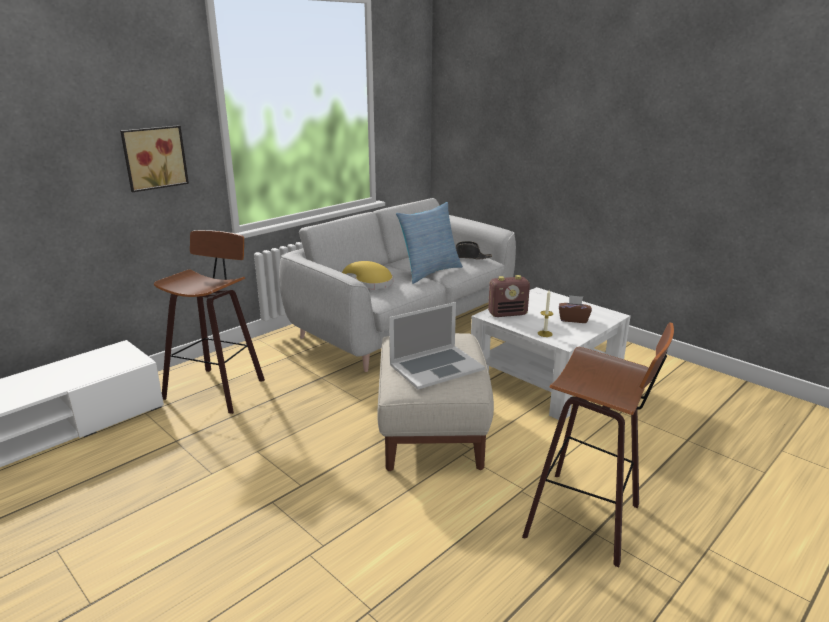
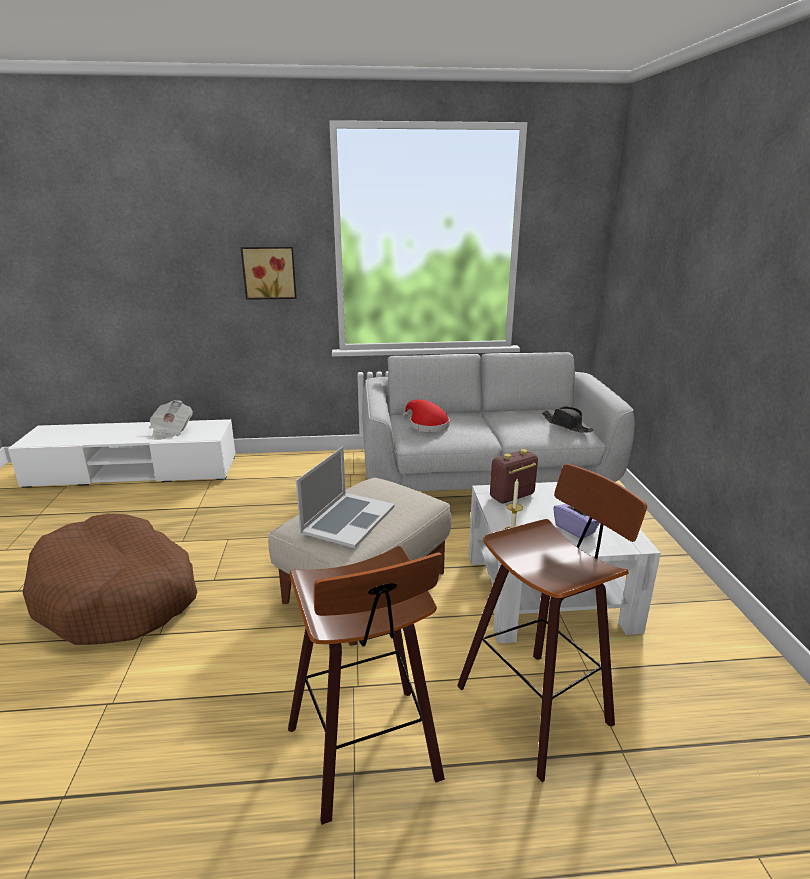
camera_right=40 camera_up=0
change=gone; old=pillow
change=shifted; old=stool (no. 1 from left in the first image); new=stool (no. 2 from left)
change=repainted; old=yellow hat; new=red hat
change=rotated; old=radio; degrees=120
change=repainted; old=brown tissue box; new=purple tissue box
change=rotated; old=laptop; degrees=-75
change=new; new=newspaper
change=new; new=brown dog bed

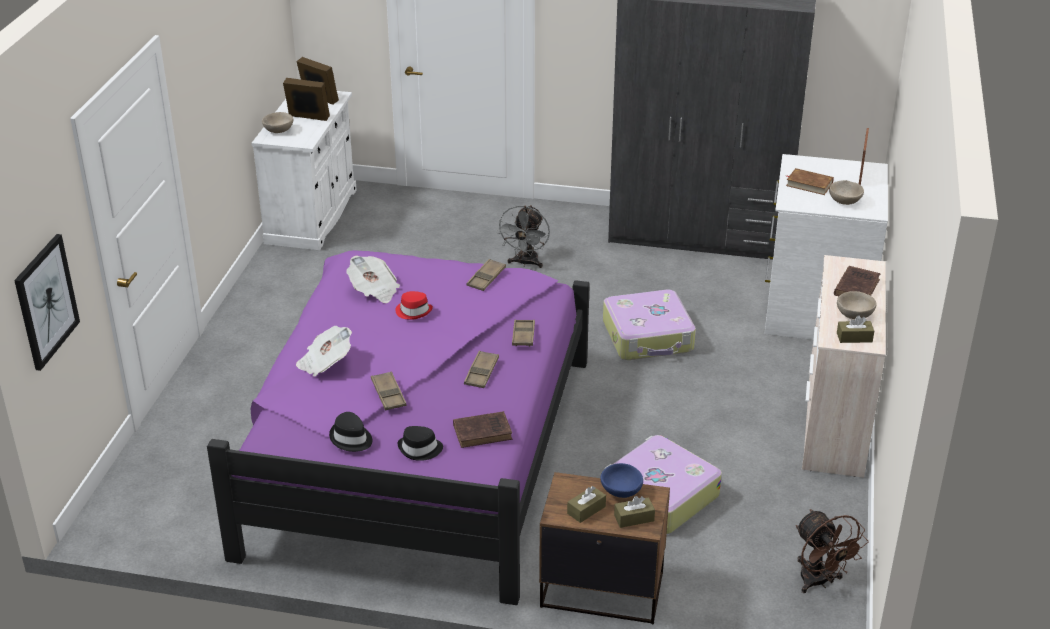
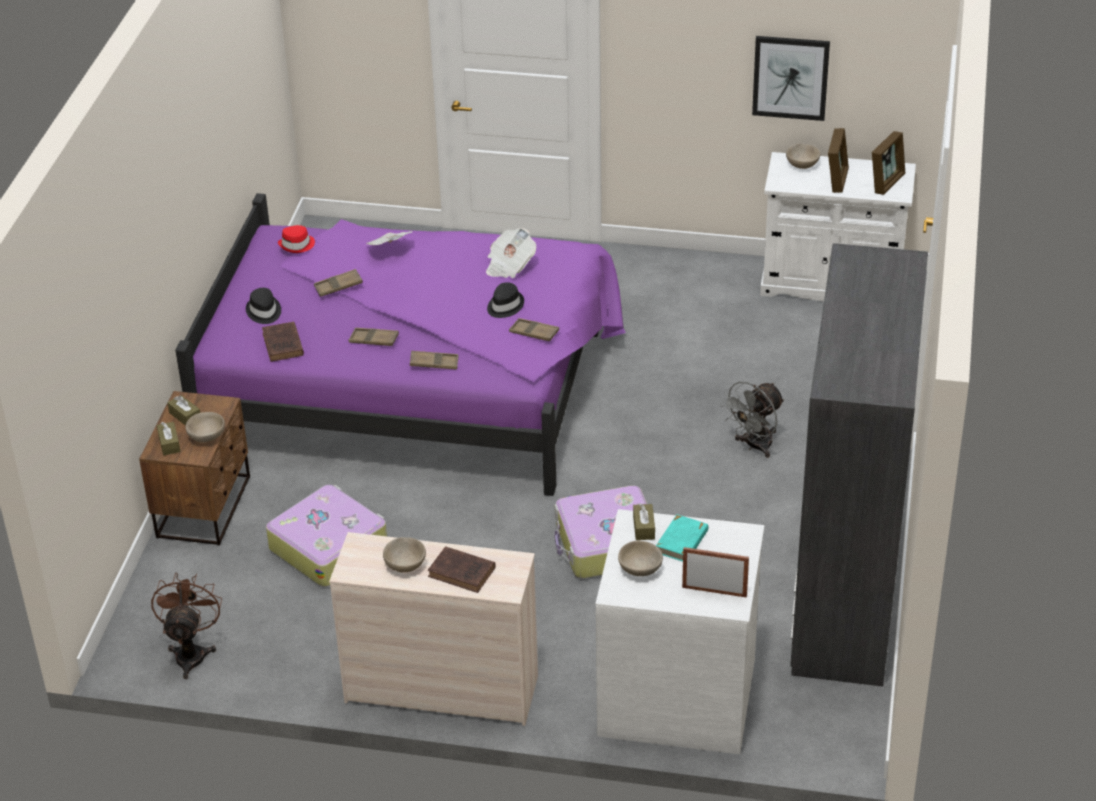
camera_right=90 camera_up=5
change=repainted; old=brown book (no. 2 from left); new=turquoise book
change=rotated; old=grey fan; degrees=-60
change=shifted; old=picture
change=shifted; old=red hat
change=shifted; old=brown tissue box (no. 3 from left)
change=shifted; old=black hat (no. 1 from left in the first image); new=black hat (no. 2 from left)
change=repainted; old=blue bowl; new=beige bowl (no. 1 from left)
change=rotated; old=brown fan; degrees=120

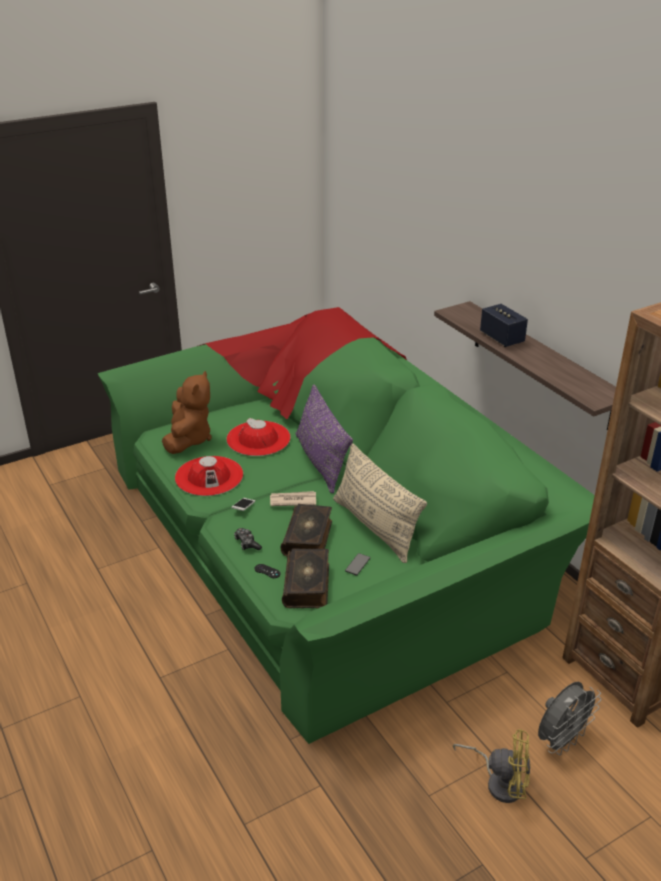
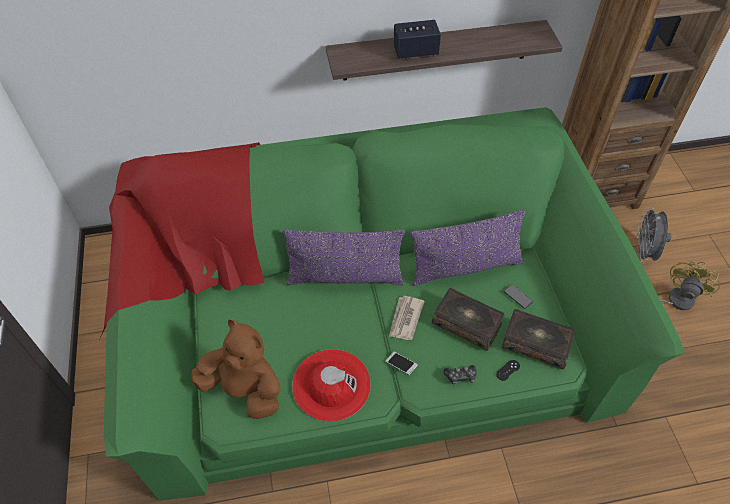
camera_right=-70 camera_up=20
change=gone; old=red hat (no. 2 from left)
change=repainted; old=beige pillow; new=purple pillow (no. 2 from left)
change=rotated; old=grey fan; degrees=-150

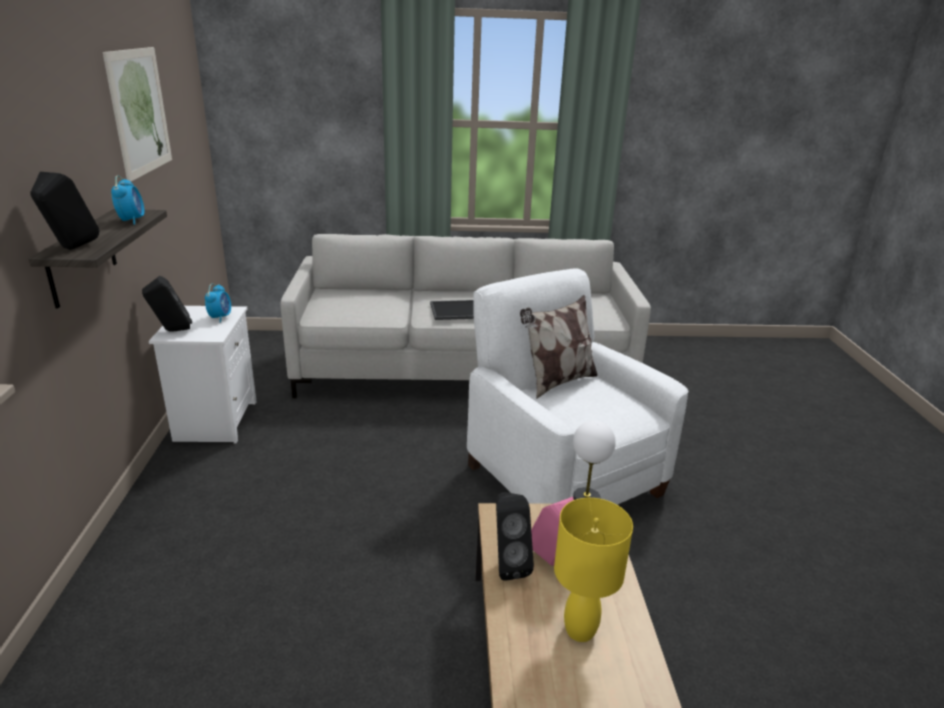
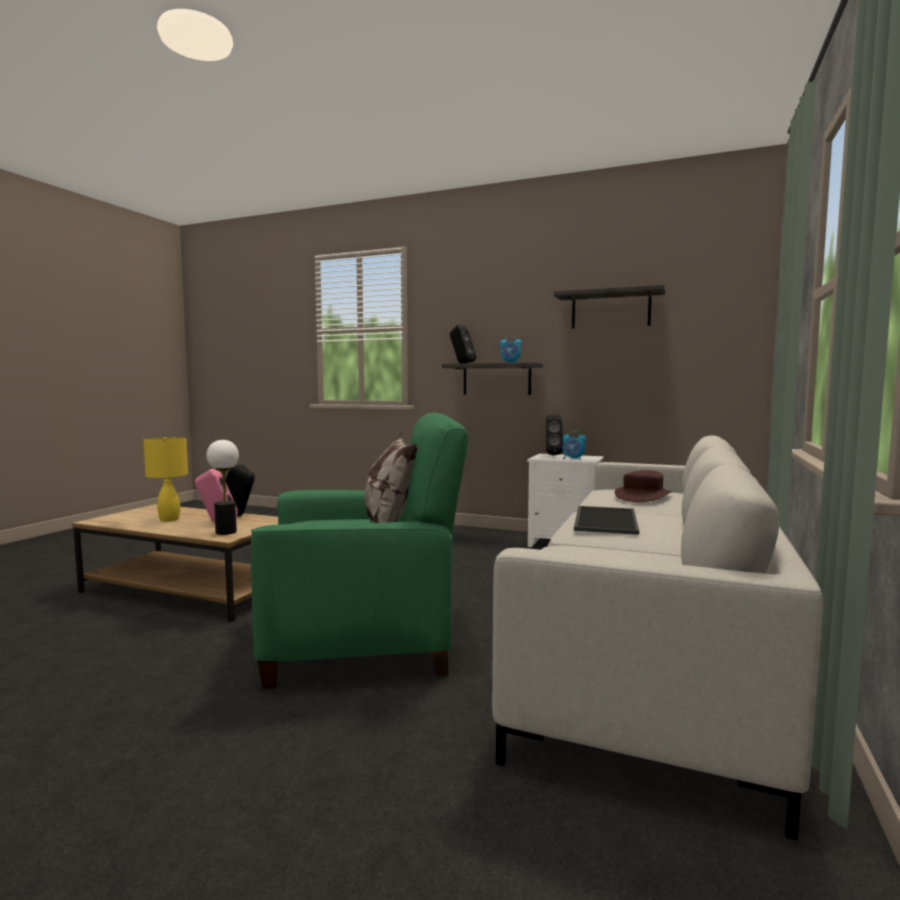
camera_right=115 camera_up=-20
change=swapped; old=picture; new=shelf (no. 2 from left)
change=repainted; old=white armchair; new=green armchair
change=new; new=brown hat

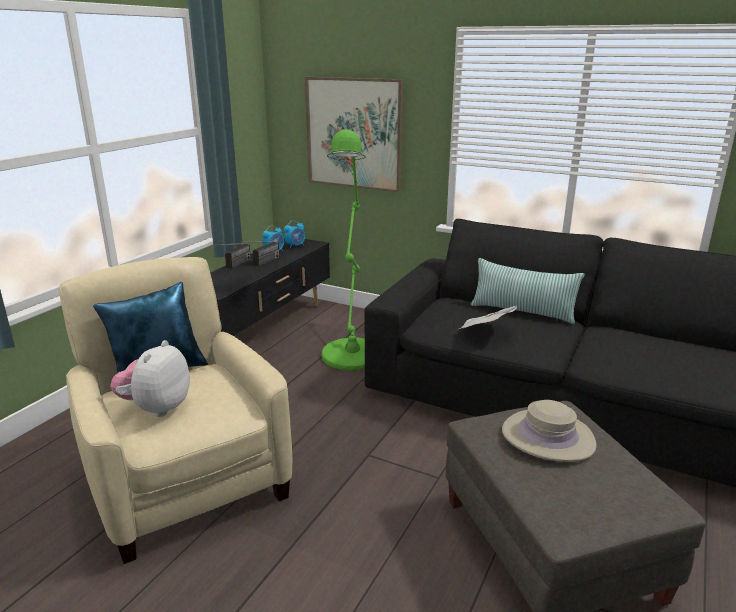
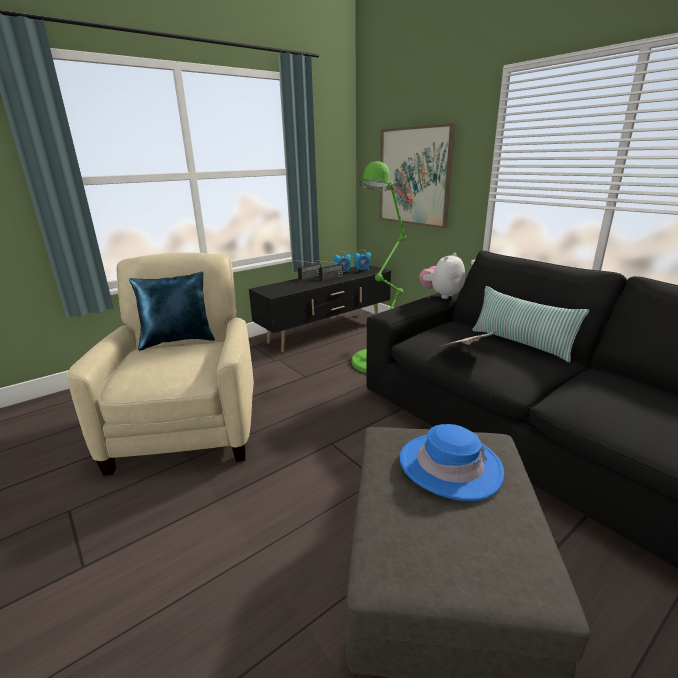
camera_right=25 camera_up=0
change=shifted; old=plush toy
change=repainted; old=beige hat; new=blue hat

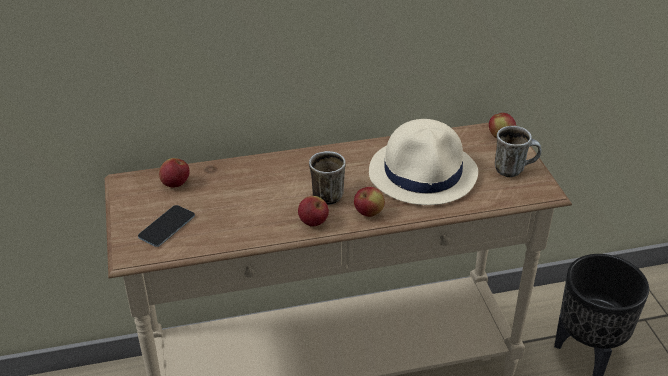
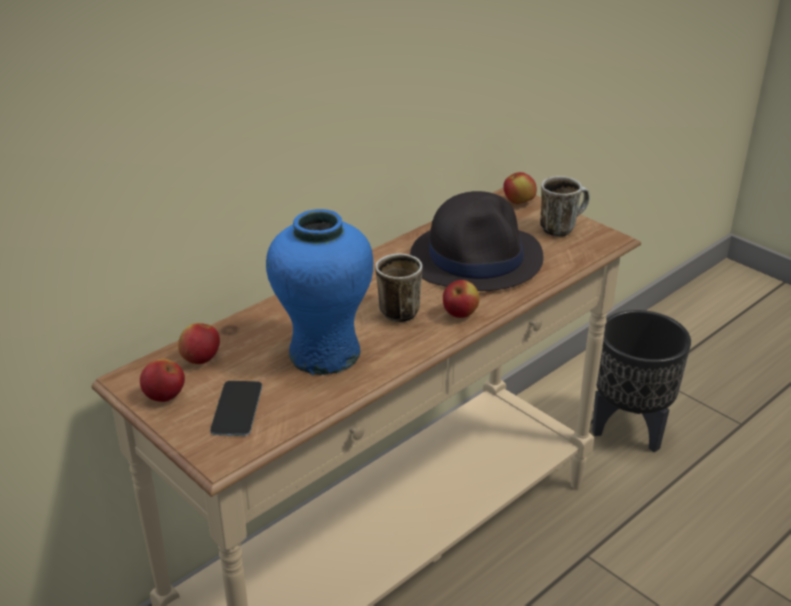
camera_right=-30 camera_up=-5
change=repainted; old=beige hat; new=black hat
change=shifted; old=apple (no. 2 from left in the first image); new=apple (no. 1 from left)
change=new; new=blue vase

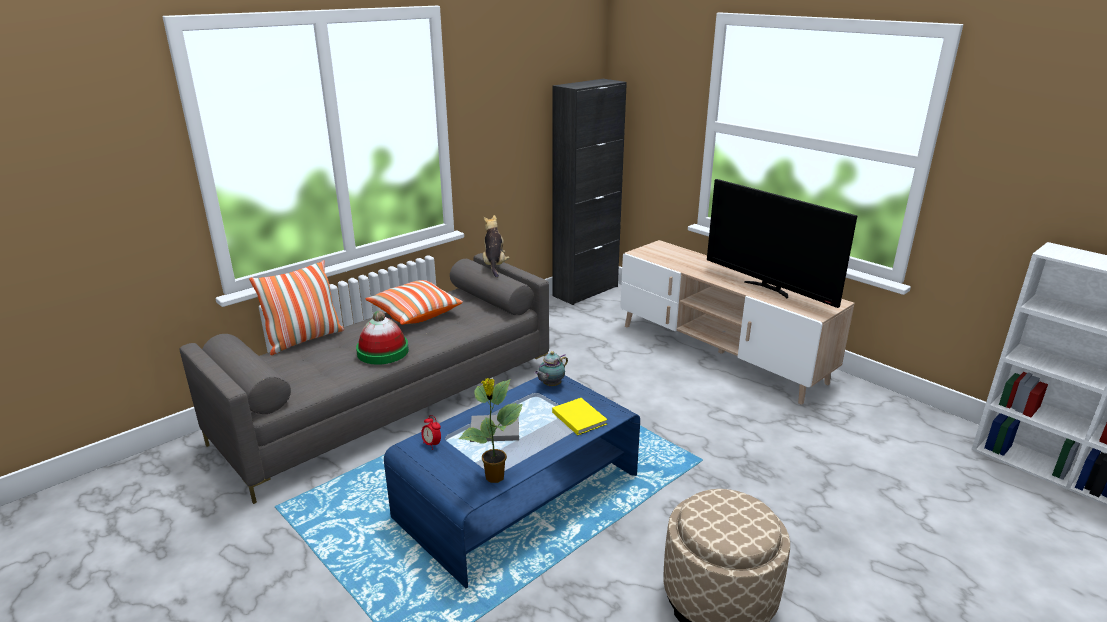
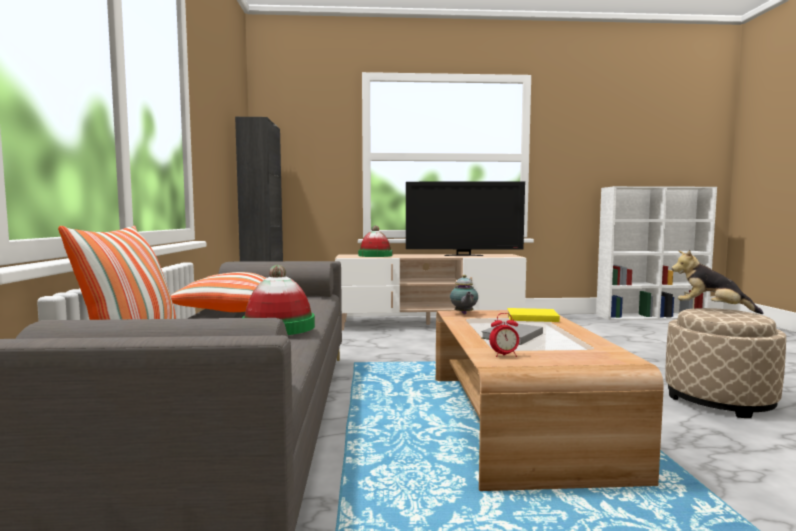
camera_right=-50 camera_up=-20
change=shifted; old=plush toy
change=repainted; old=blue coffee table; new=brown coffee table
change=gone; old=potted plant
change=new; new=hat (no. 2 from left)

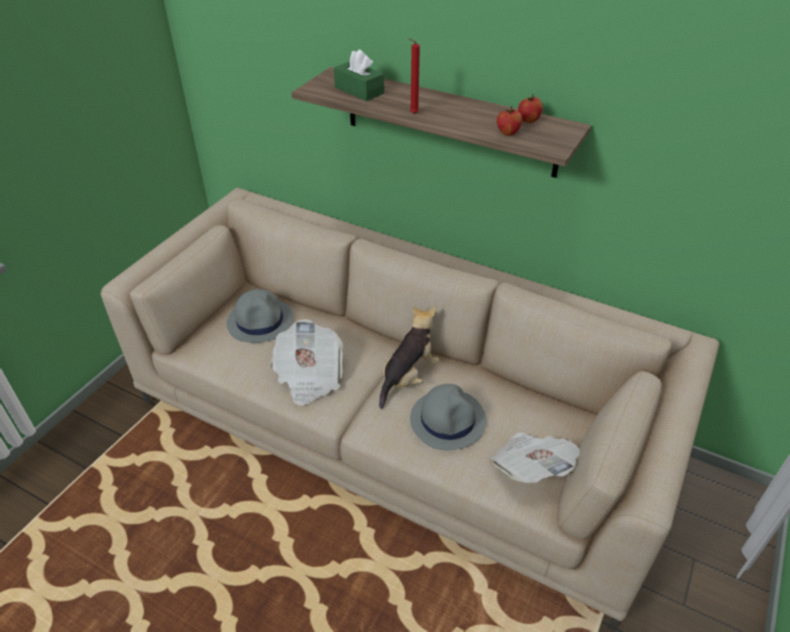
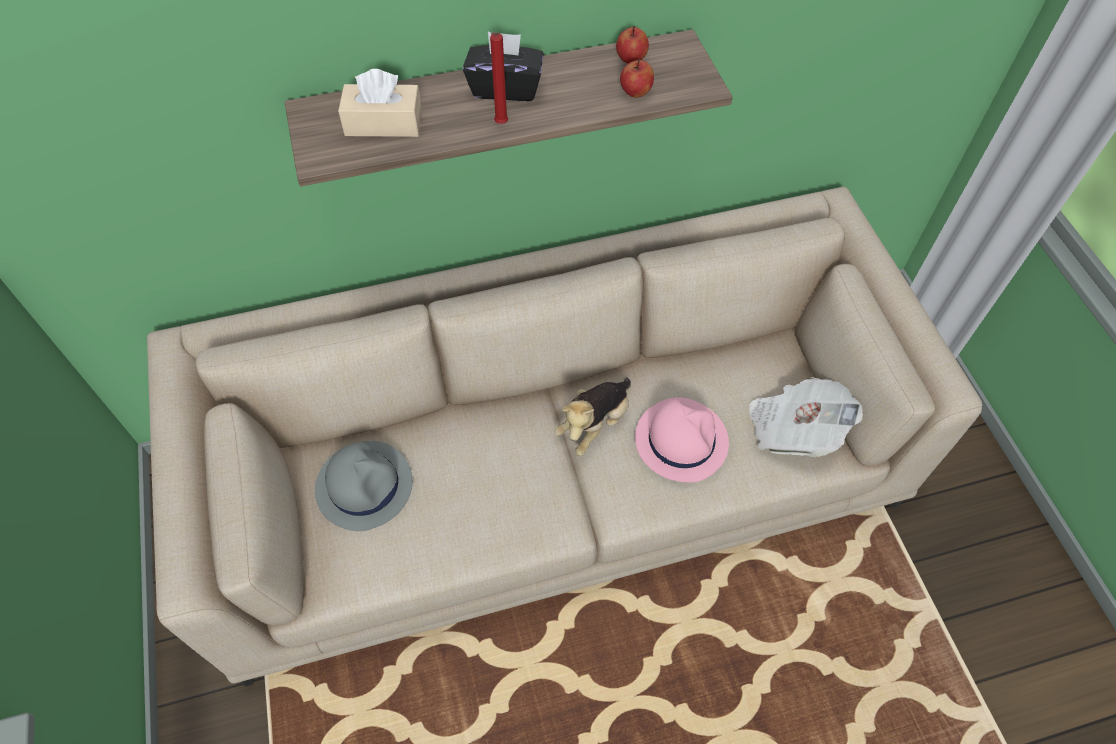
camera_right=-45 camera_up=15
change=repainted; old=green tissue box; new=beige tissue box
change=rotated; old=plush toy; degrees=-135
change=gone; old=newspaper (no. 1 from left)
change=repainted; old=grey hat (no. 2 from left); new=pink hat
change=new; new=black tissue box

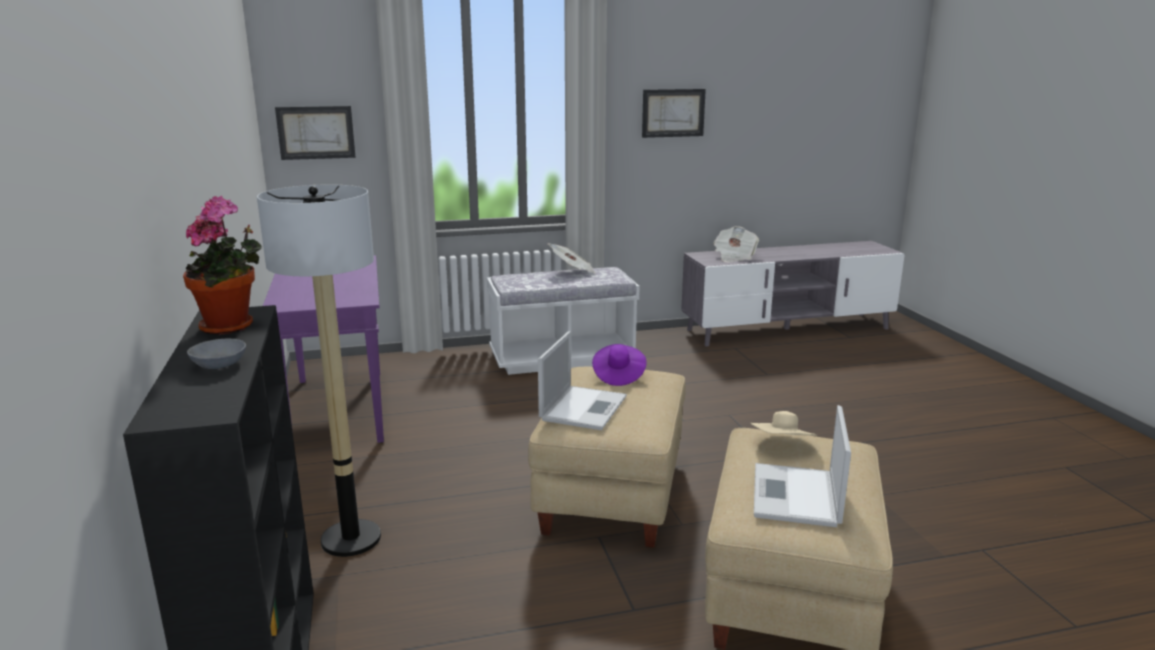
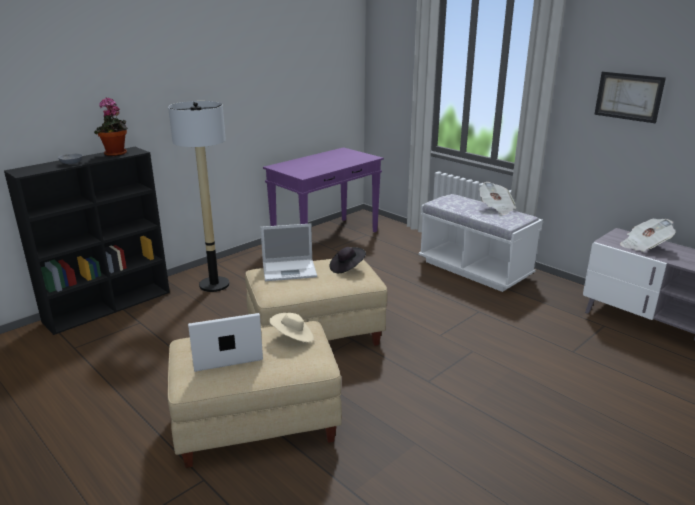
camera_right=60 camera_up=5
change=gone; old=picture (no. 1 from left)
change=repainted; old=purple hat; new=black hat

